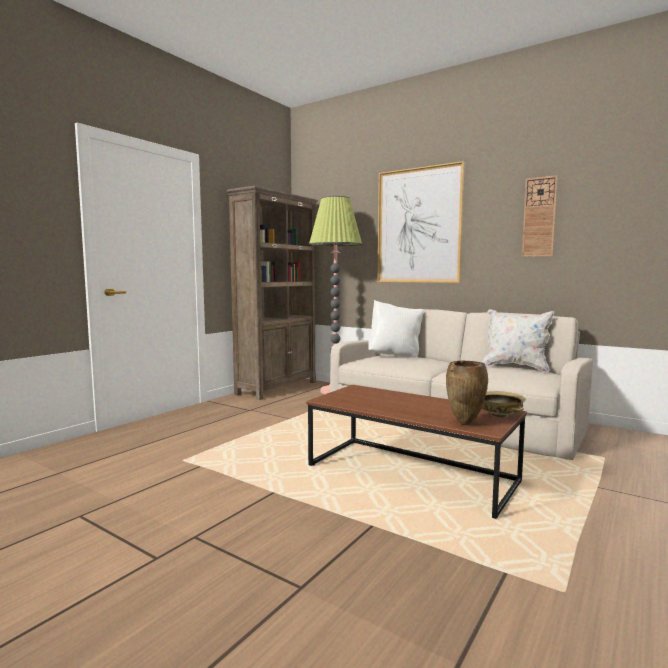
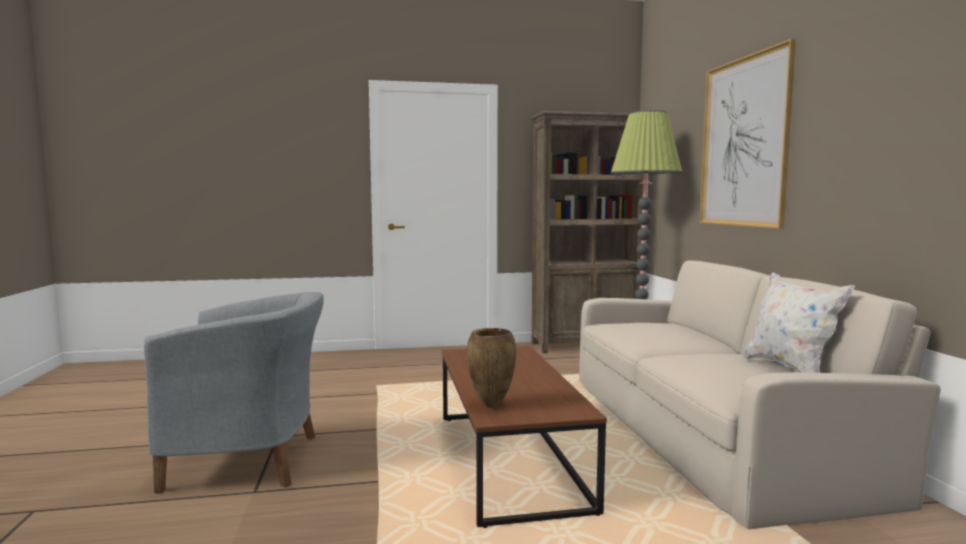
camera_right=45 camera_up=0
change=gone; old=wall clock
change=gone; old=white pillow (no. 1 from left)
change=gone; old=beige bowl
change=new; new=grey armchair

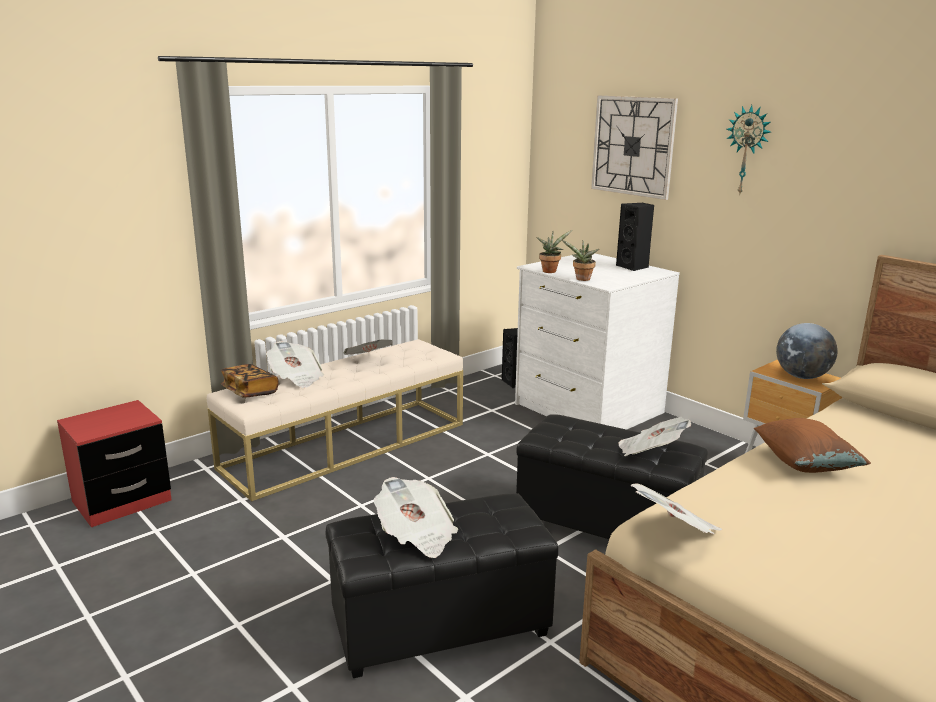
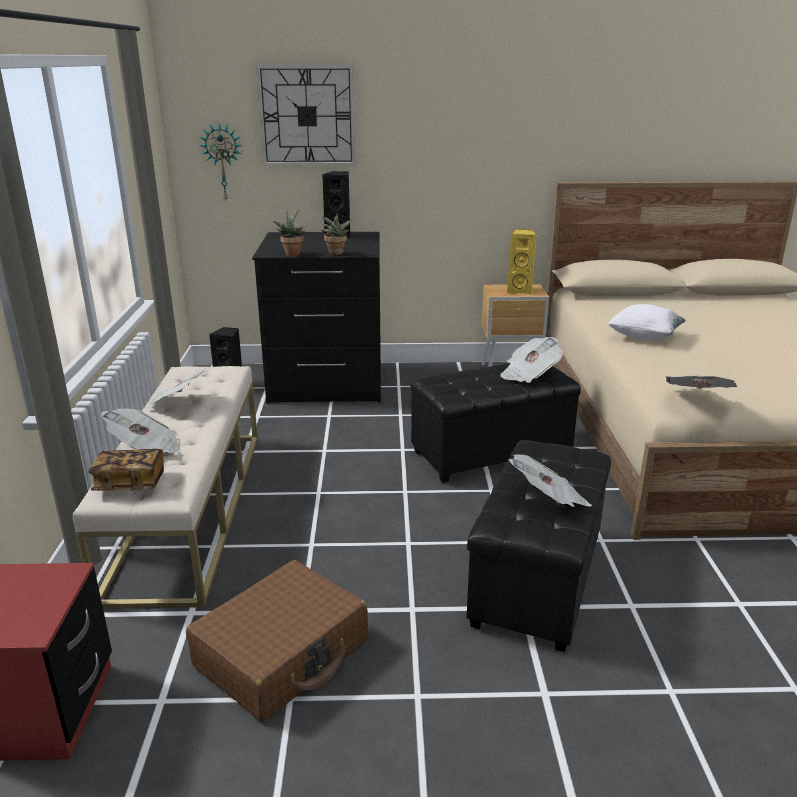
camera_right=-50 camera_up=5
change=shifted; old=wall clock (no. 2 from left in the first image); new=wall clock (no. 1 from left)
change=repainted; old=white dresser; new=black dresser
change=swapped; old=globe; new=yellow speaker
change=repainted; old=brown pillow; new=white pillow
change=new; new=brown suitcase

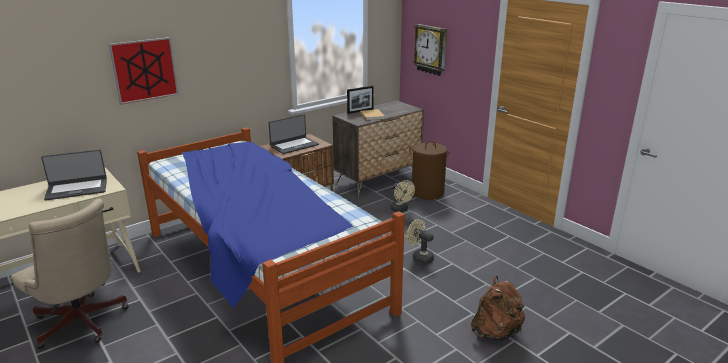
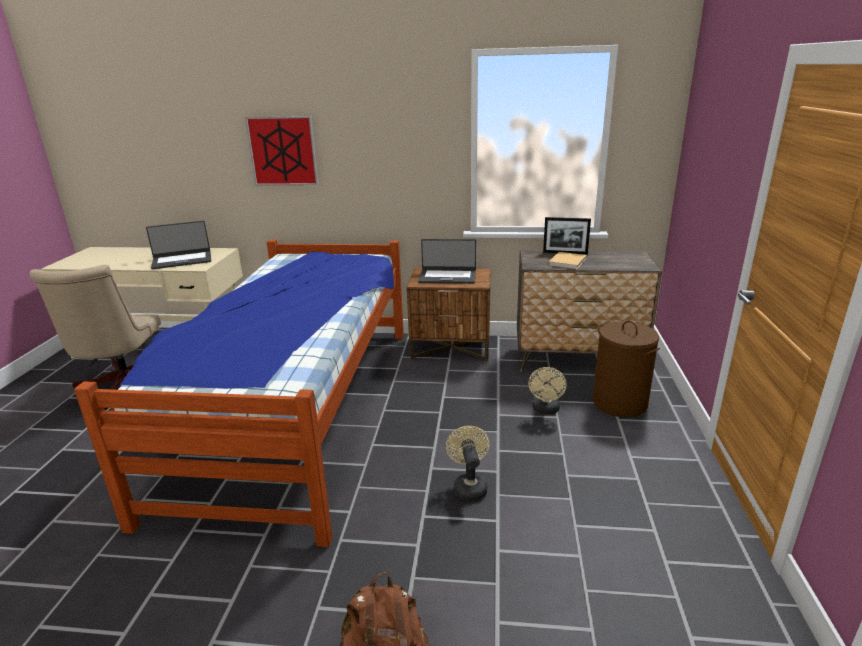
camera_right=45 camera_up=0
change=gone; old=wall clock
change=rotated; old=laptop (no. 1 from left); degrees=-45

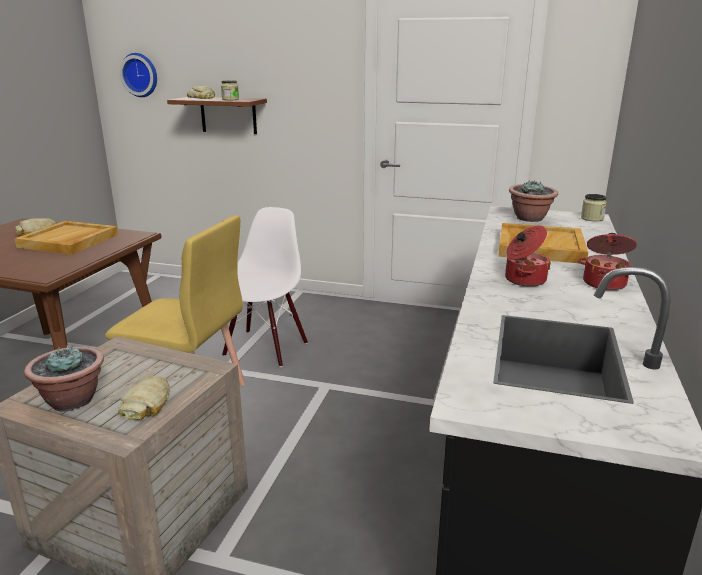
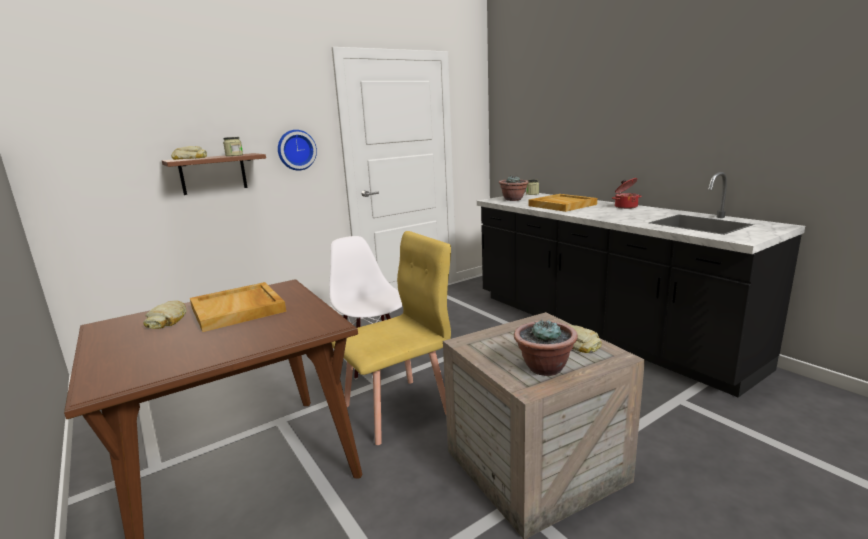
camera_right=-50 camera_up=-5
change=shifted; old=wall clock
change=gone; old=cooking pot (no. 1 from left)

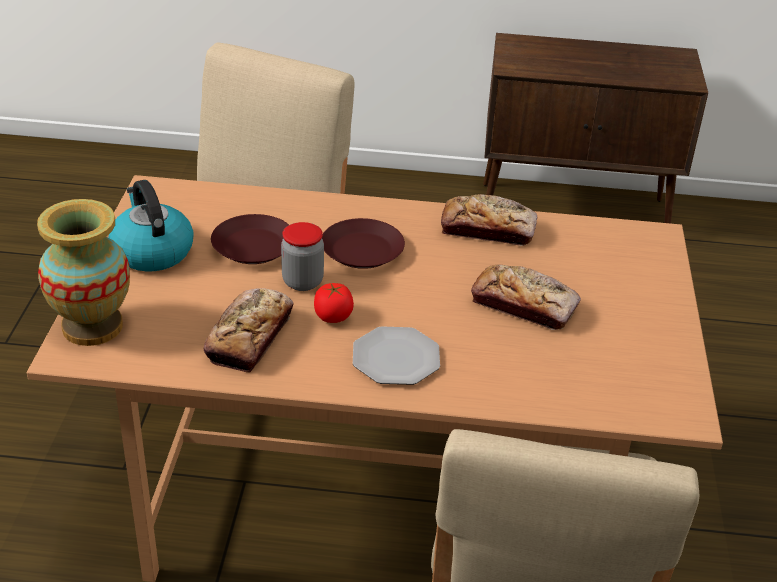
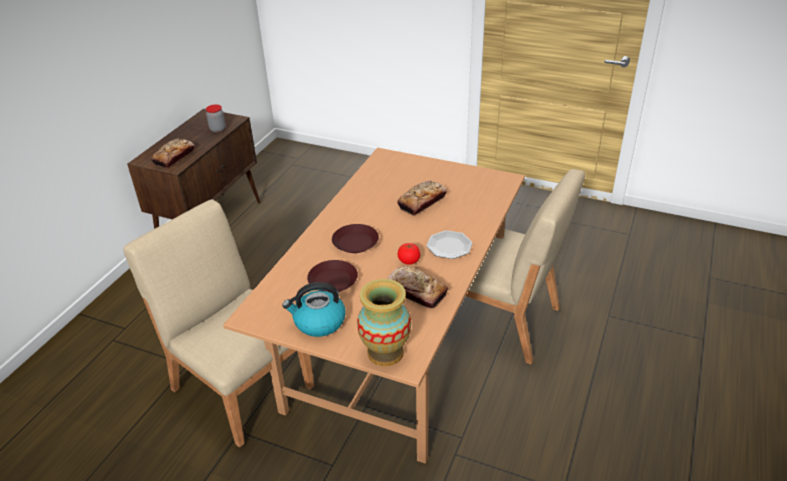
camera_right=-70 camera_up=0
change=shifted; old=bread (no. 2 from left in the first image); new=bread (no. 1 from left)
change=shifted; old=jar

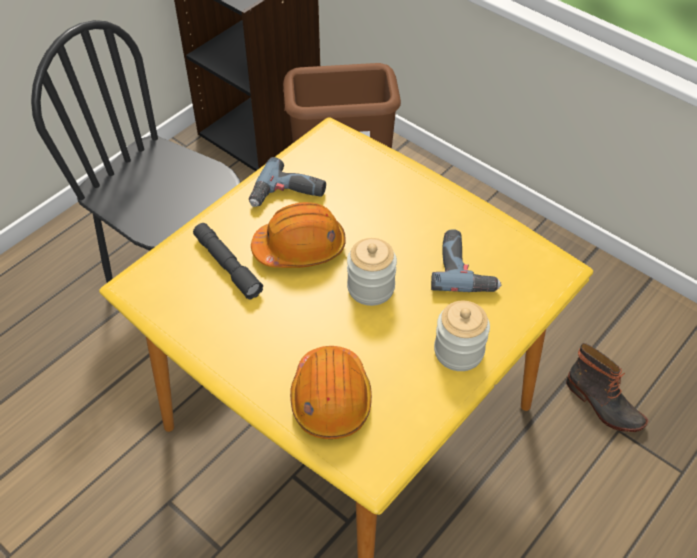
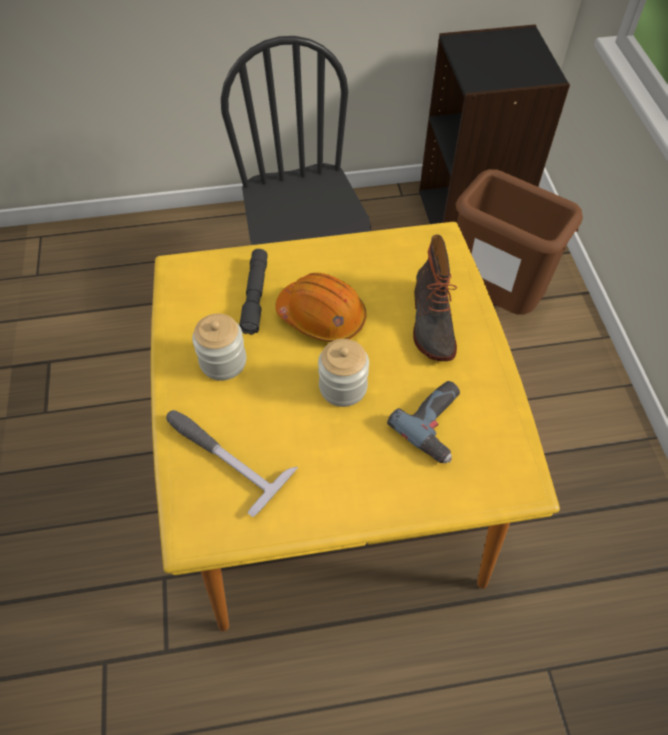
camera_right=40 camera_up=5
change=gone; old=power drill (no. 1 from left)
change=shifted; old=jar (no. 2 from left in the first image); new=jar (no. 1 from left)
change=shifted; old=boot
change=swapped; old=orange hard hat (no. 2 from left); new=hammer

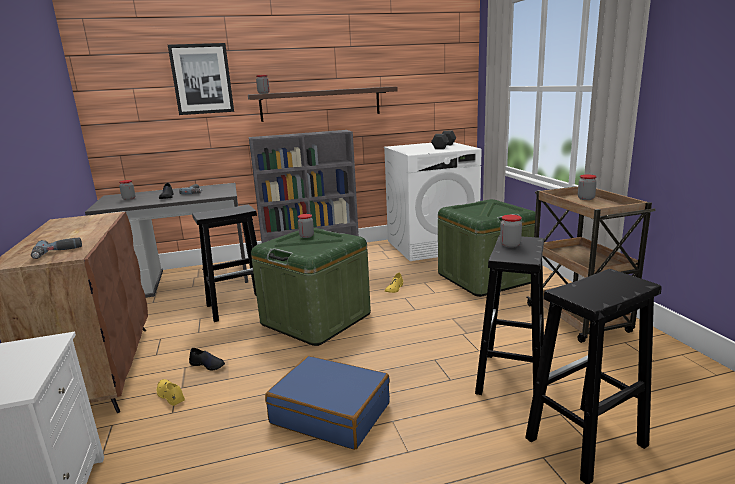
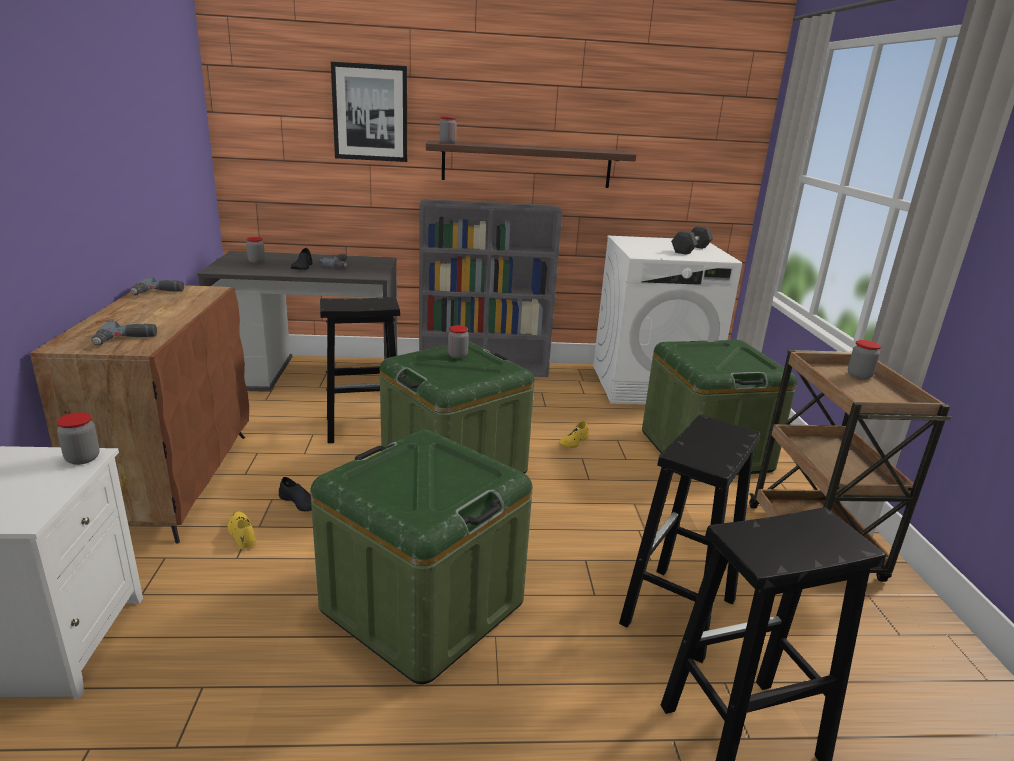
camera_right=10 camera_up=5
change=shifted; old=jar (no. 4 from left in the first image); new=jar (no. 1 from left)
change=swapped; old=blue suitcase; new=green storage box (no. 1 from left)
change=new; new=power drill (no. 2 from left)

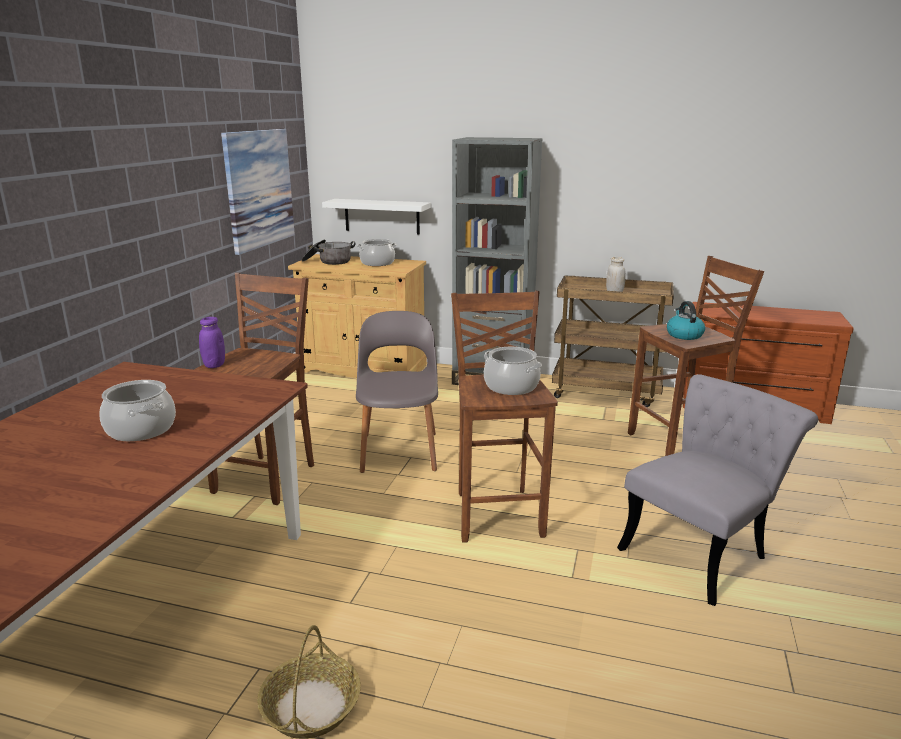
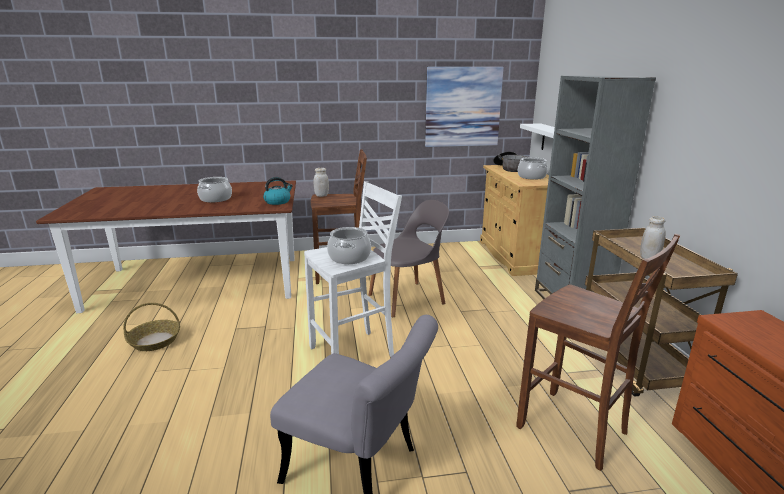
camera_right=65 camera_up=0
change=repainted; old=brown stool (no. 2 from left); new=white stool
change=shifted; old=kettle
change=repainted; old=purple jar; new=white jar (no. 1 from left)

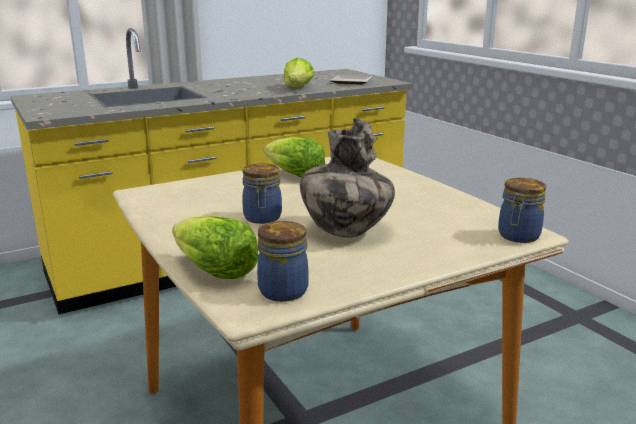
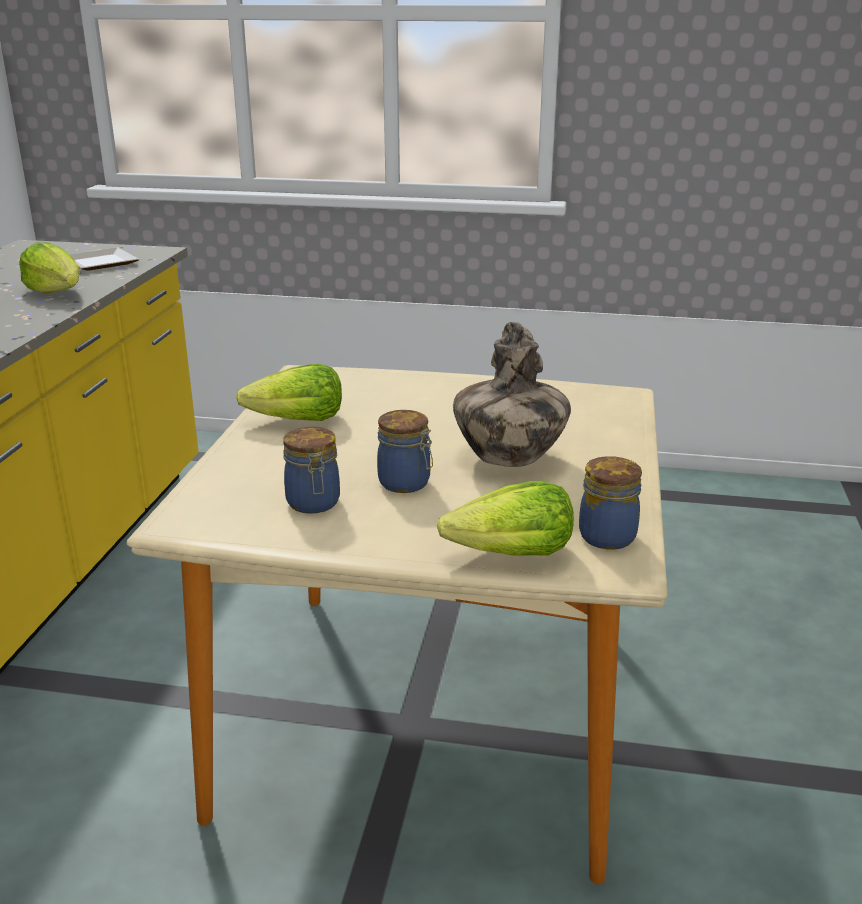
camera_right=-50 camera_up=5
change=shifted; old=jar (no. 3 from left in the first image); new=jar (no. 1 from left)

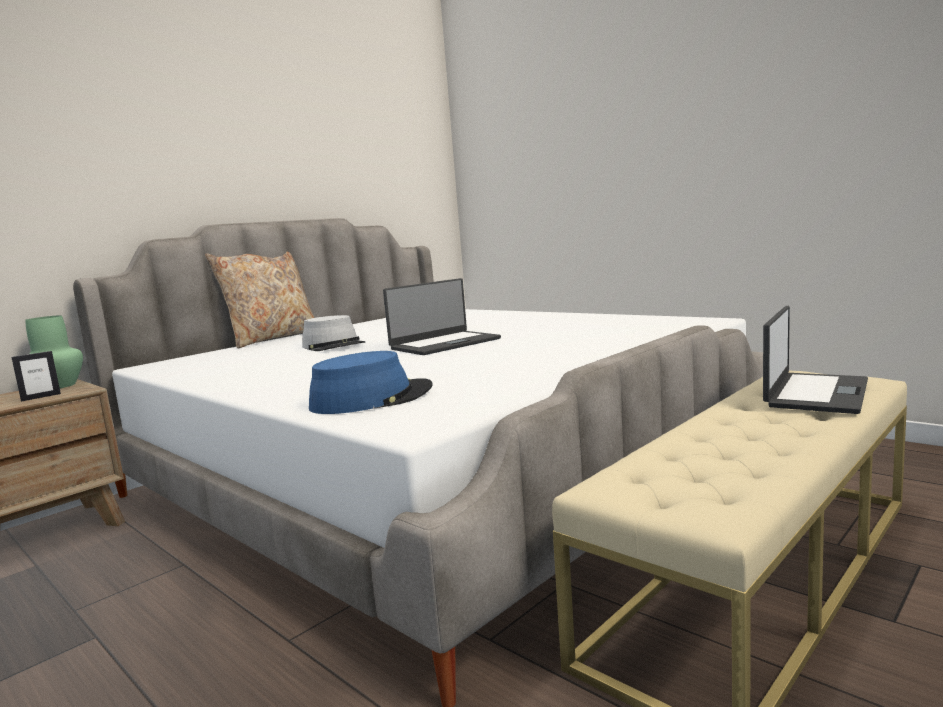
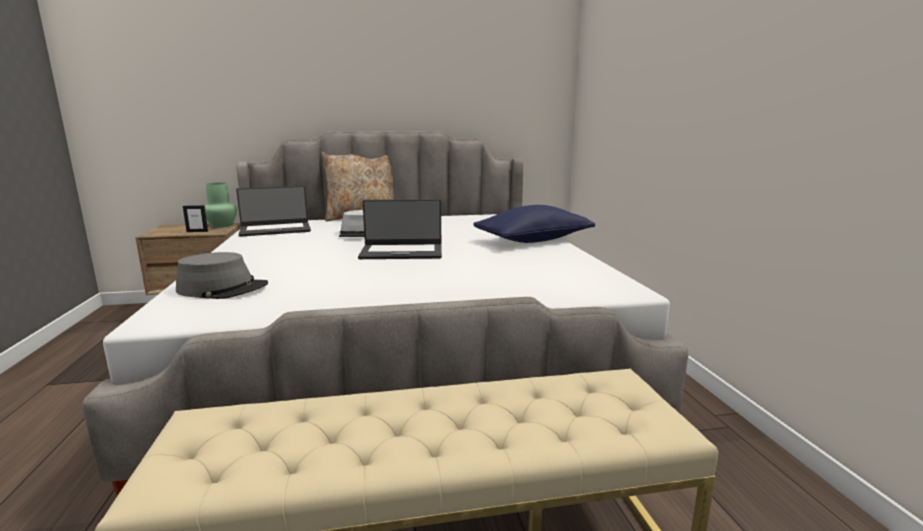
camera_right=35 camera_up=5
change=shifted; old=laptop (no. 2 from left in the first image); new=laptop (no. 1 from left)
change=repainted; old=blue hat; new=grey hat (no. 1 from left)
change=new; new=blue pillow

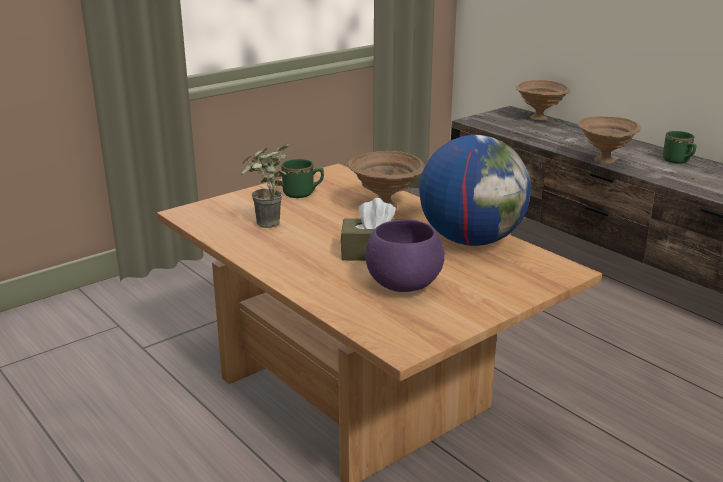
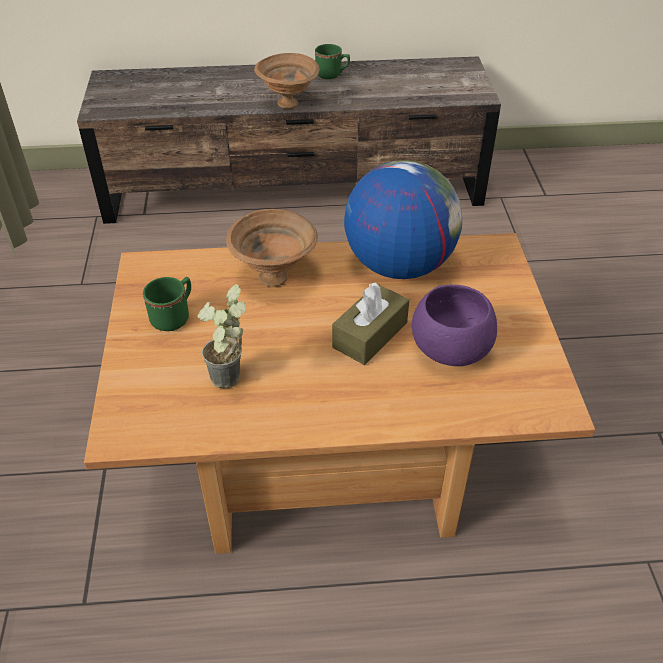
camera_right=-55 camera_up=20
change=gone; old=brown bowl (no. 2 from left)

